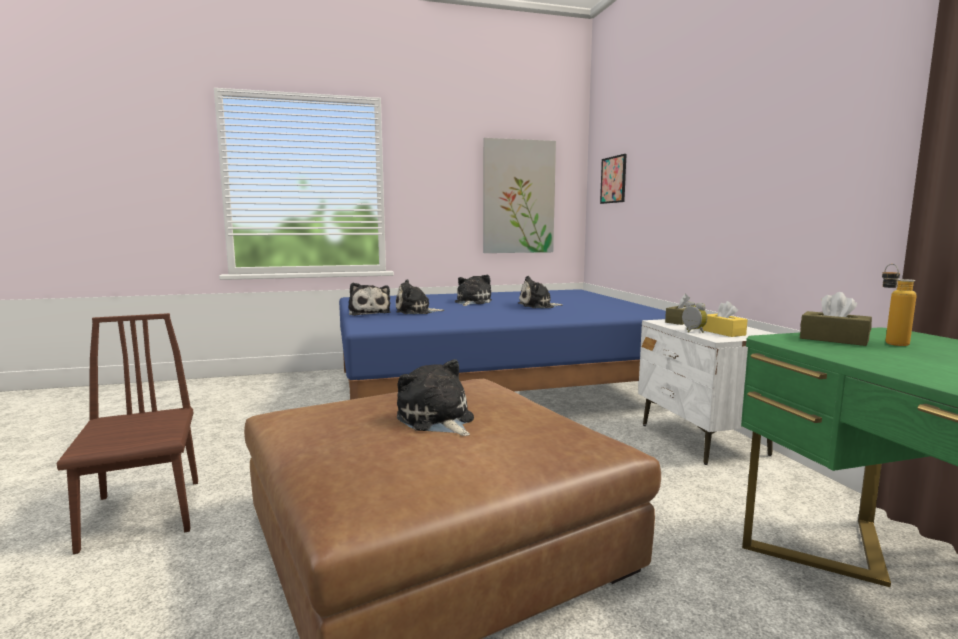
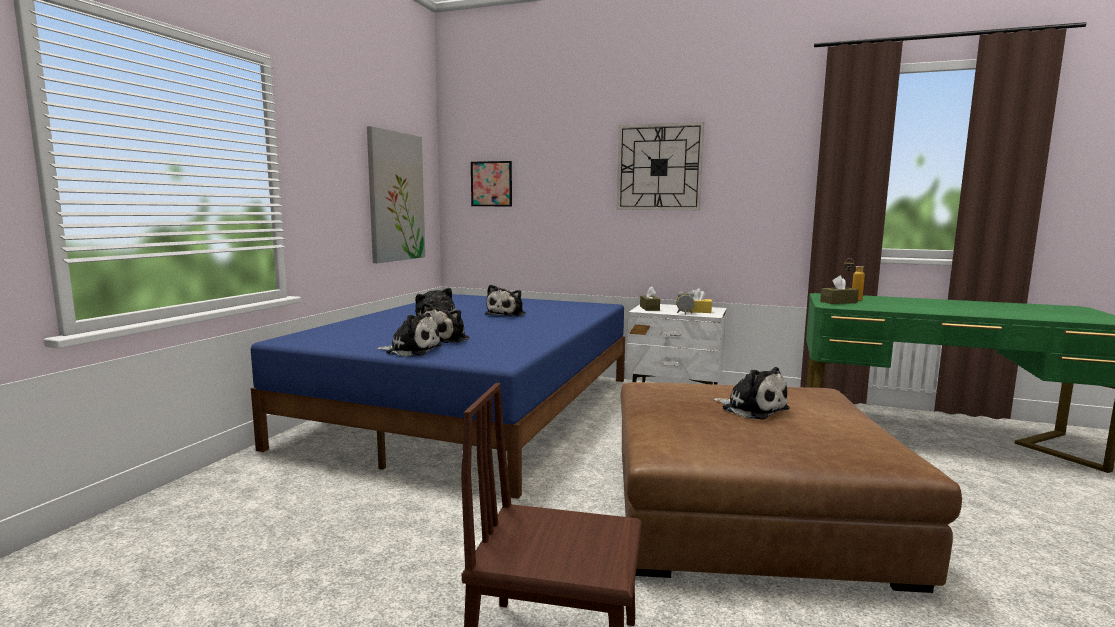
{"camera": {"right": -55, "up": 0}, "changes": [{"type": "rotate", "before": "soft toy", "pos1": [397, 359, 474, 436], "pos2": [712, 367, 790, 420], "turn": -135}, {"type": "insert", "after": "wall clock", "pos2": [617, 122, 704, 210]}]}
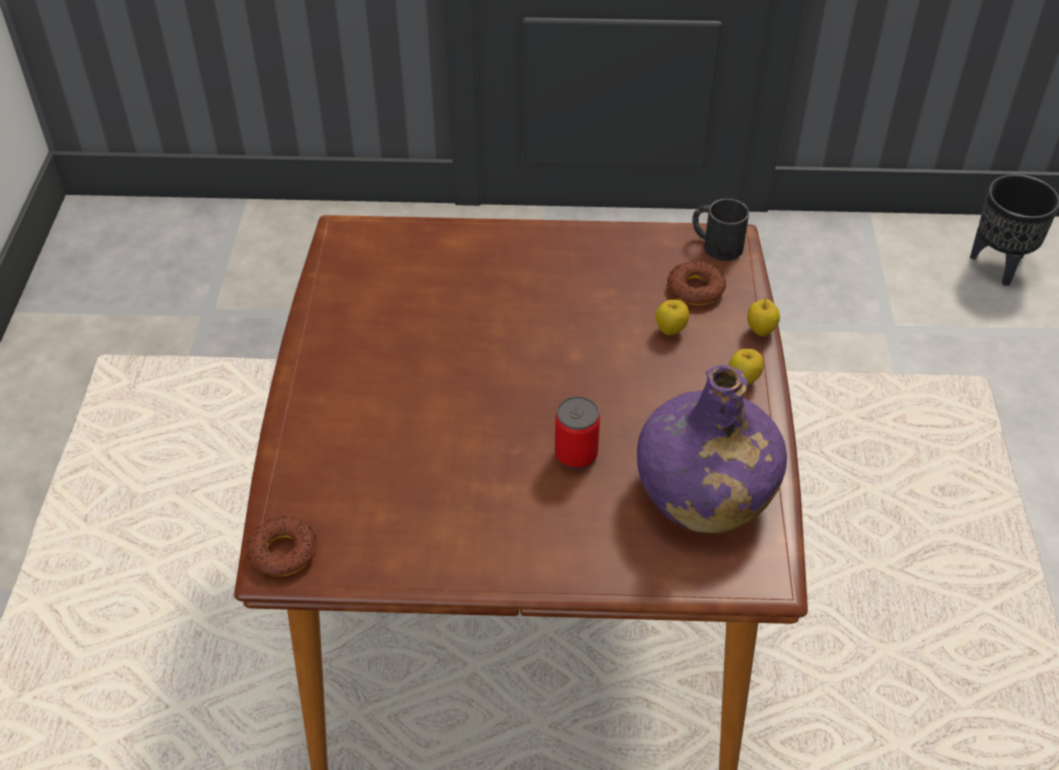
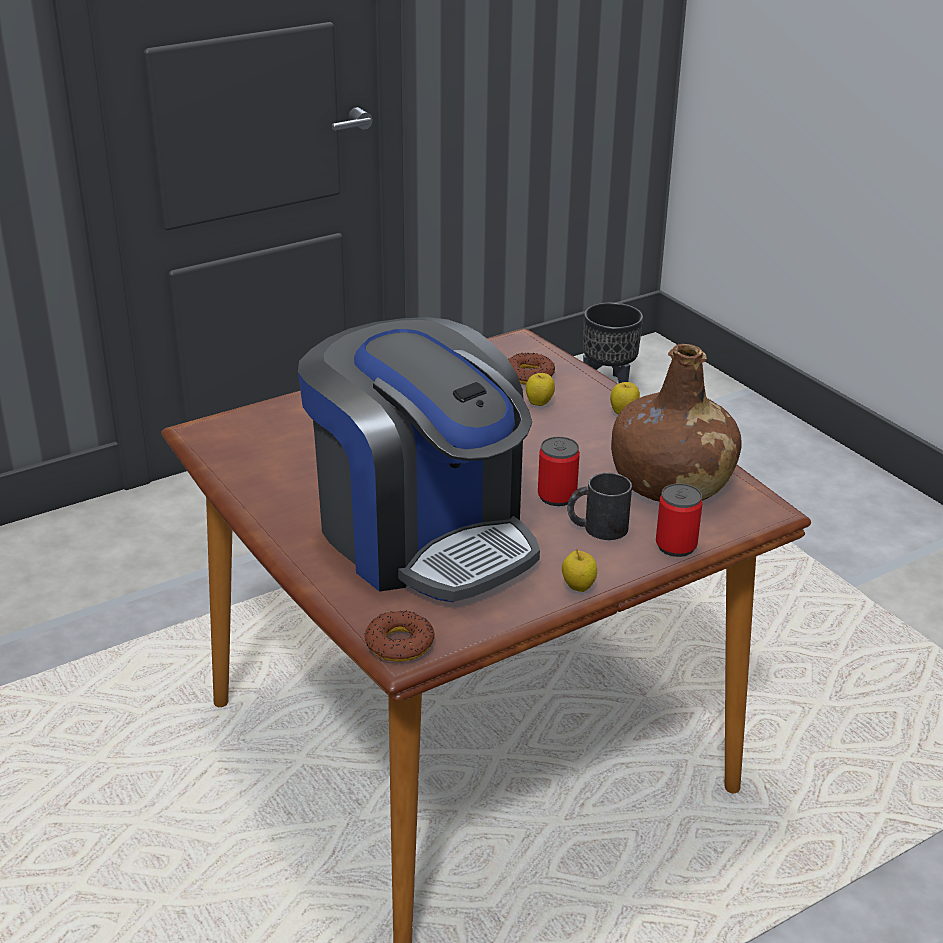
{"camera": {"right": -35, "up": -15}, "changes": [{"type": "move", "before": "tea mug (black)", "pos1": [692, 199, 749, 261], "pos2": [567, 473, 632, 540]}, {"type": "move", "before": "whole apple", "pos1": [747, 298, 780, 337], "pos2": [562, 548, 597, 592]}, {"type": "recolor", "before": "drink bottle (purplish)", "after": "drink bottle (brown-coloured)", "pos1": [637, 365, 787, 533], "pos2": [611, 344, 742, 502]}, {"type": "insert", "after": "coffee brewer", "pos2": [298, 317, 540, 602]}, {"type": "insert", "after": "metal can", "pos2": [656, 483, 703, 557]}]}
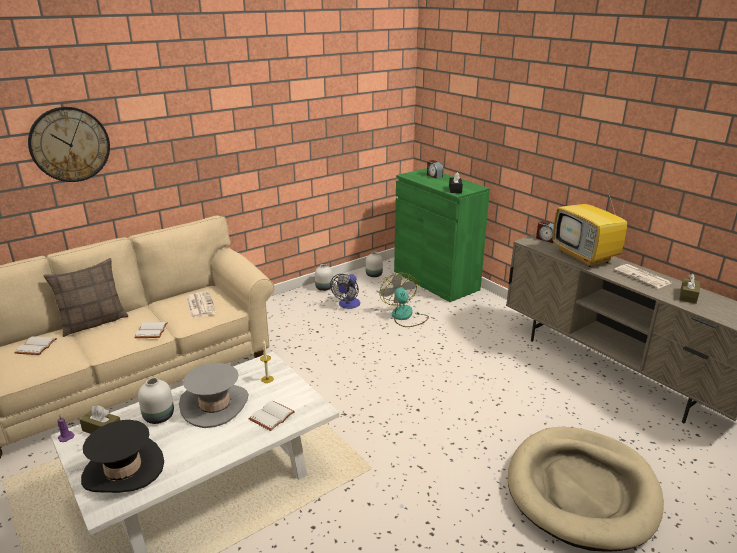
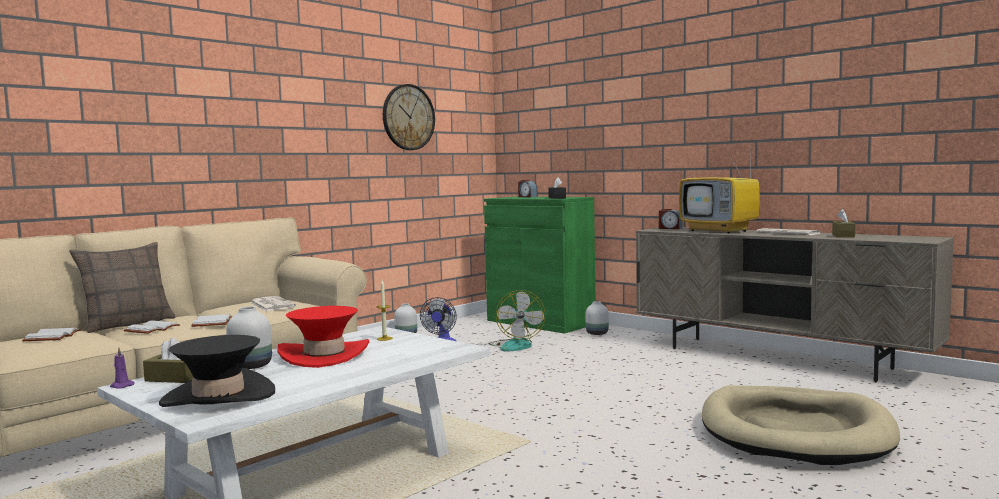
{"camera": {"right": -10, "up": -20}, "changes": [{"type": "move", "before": "wall clock", "pos1": [28, 107, 110, 182], "pos2": [383, 84, 435, 150]}, {"type": "move", "before": "decorative vase (white)", "pos1": [366, 252, 383, 277], "pos2": [585, 301, 609, 335]}, {"type": "rotate", "before": "electric fan", "pos1": [379, 273, 429, 327], "pos2": [489, 290, 545, 351], "turn": -150}, {"type": "recolor", "before": "clothing hat (greyish)", "after": "clothing hat (red-coloured)", "pos1": [179, 363, 249, 428], "pos2": [277, 306, 369, 368]}, {"type": "move", "before": "book (white)", "pos1": [249, 401, 295, 431], "pos2": [124, 321, 180, 334]}]}
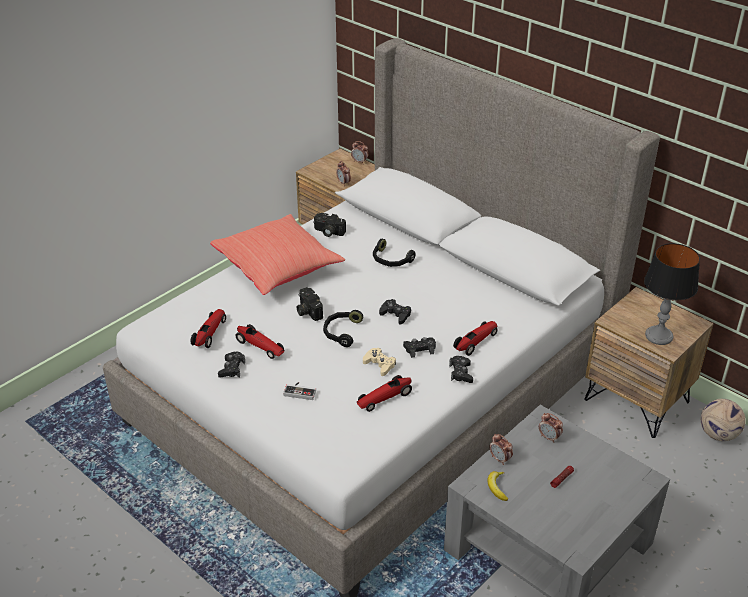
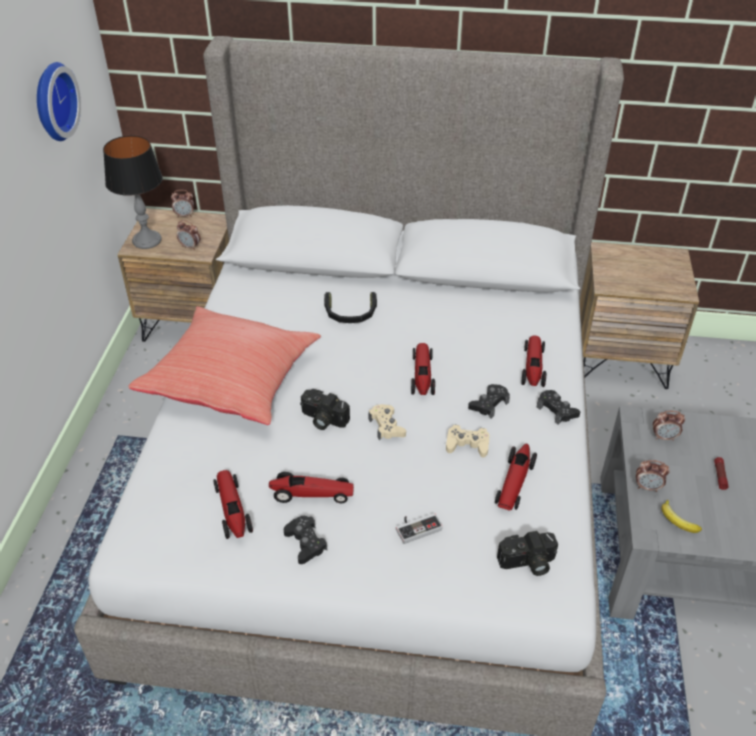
{"camera": {"right": -35, "up": 5}, "changes": [{"type": "move", "before": "photo camera", "pos1": [313, 213, 346, 237], "pos2": [497, 531, 558, 576]}, {"type": "move", "before": "lamp for a table", "pos1": [644, 243, 700, 345], "pos2": [103, 136, 163, 249]}, {"type": "replace", "before": "joypad (black)", "after": "model car", "pos1": [379, 299, 411, 325], "pos2": [411, 343, 435, 395]}, {"type": "replace", "before": "headset (black)", "after": "joypad (beige)", "pos1": [323, 310, 363, 347], "pos2": [368, 404, 406, 440]}, {"type": "delete", "before": "football", "pos1": [701, 399, 746, 441]}, {"type": "insert", "after": "wall clock", "pos2": [37, 62, 81, 141]}]}
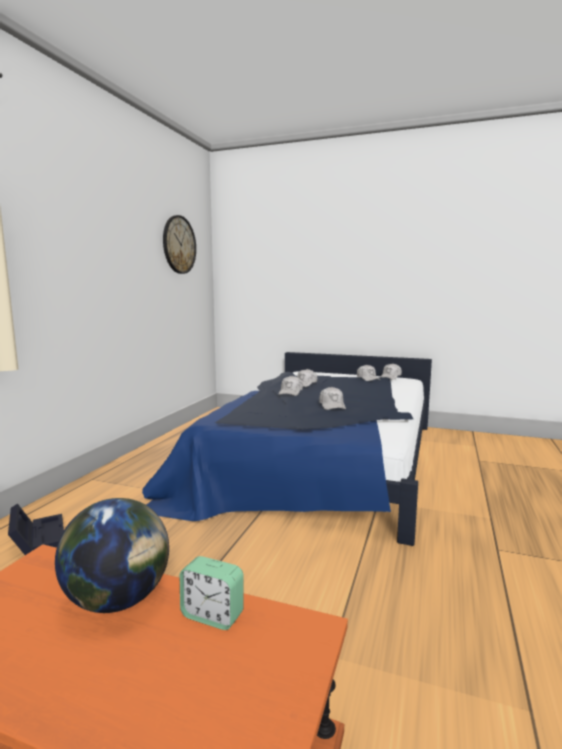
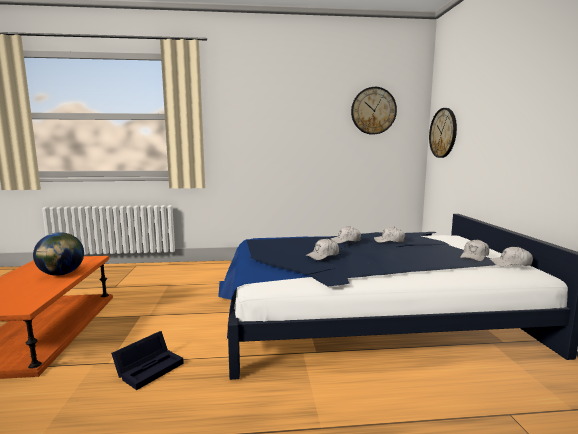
{"camera": {"right": 65, "up": 0}, "changes": [{"type": "move", "before": "storage container (black)", "pos1": [8, 504, 64, 555], "pos2": [111, 331, 184, 390]}, {"type": "delete", "before": "alarm clock", "pos1": [180, 556, 244, 630]}, {"type": "insert", "after": "wall clock", "pos2": [429, 108, 457, 158]}]}
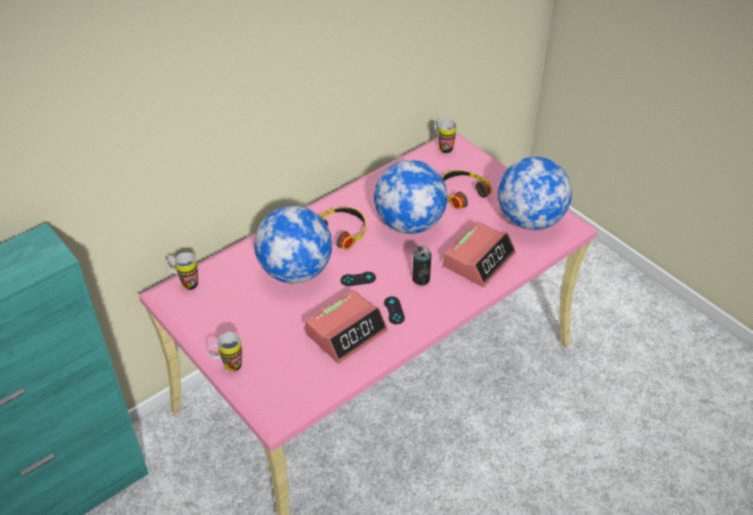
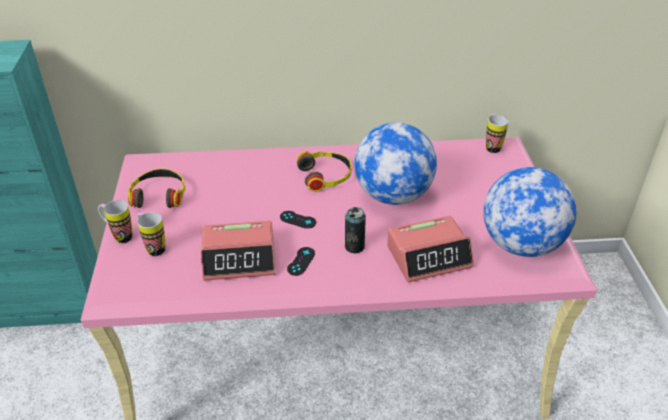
{"camera": {"right": 35, "up": -5}, "changes": [{"type": "move", "before": "headset", "pos1": [442, 170, 492, 209], "pos2": [128, 168, 186, 208]}, {"type": "delete", "before": "desk globe", "pos1": [254, 206, 332, 283]}, {"type": "move", "before": "tea mug", "pos1": [166, 252, 198, 290], "pos2": [137, 212, 165, 256]}]}
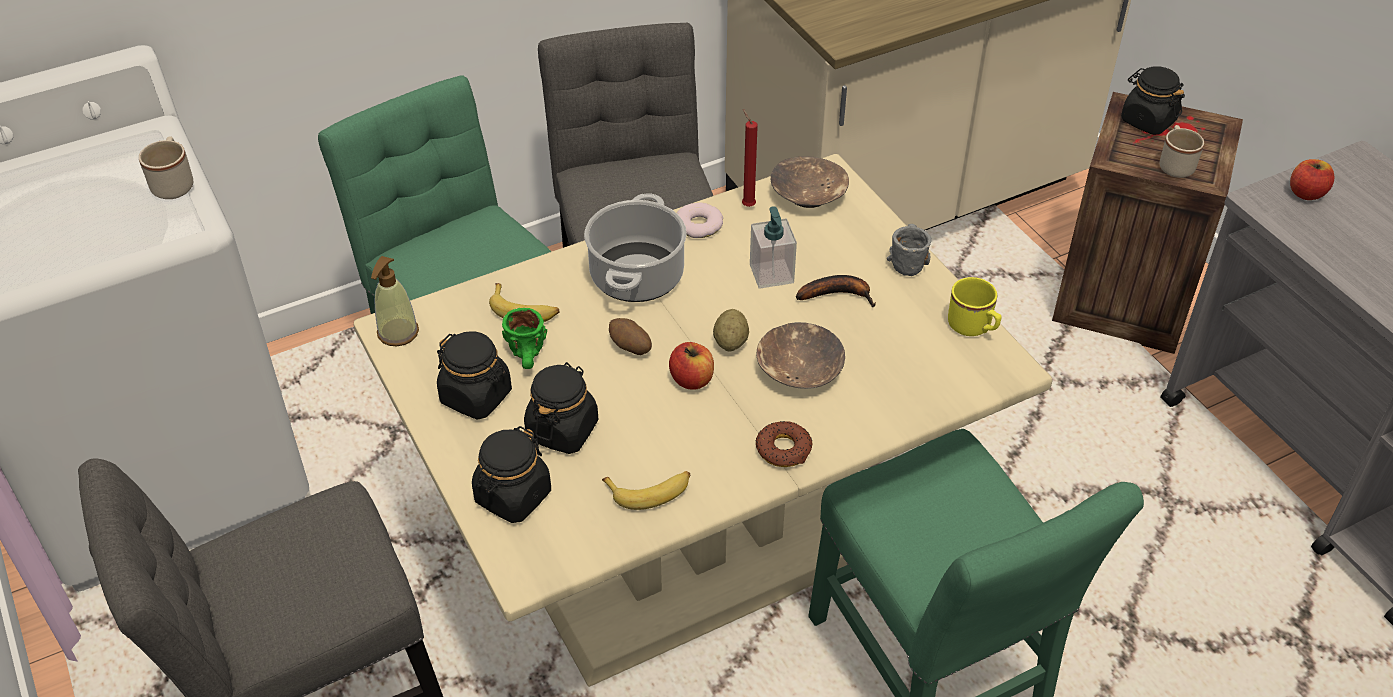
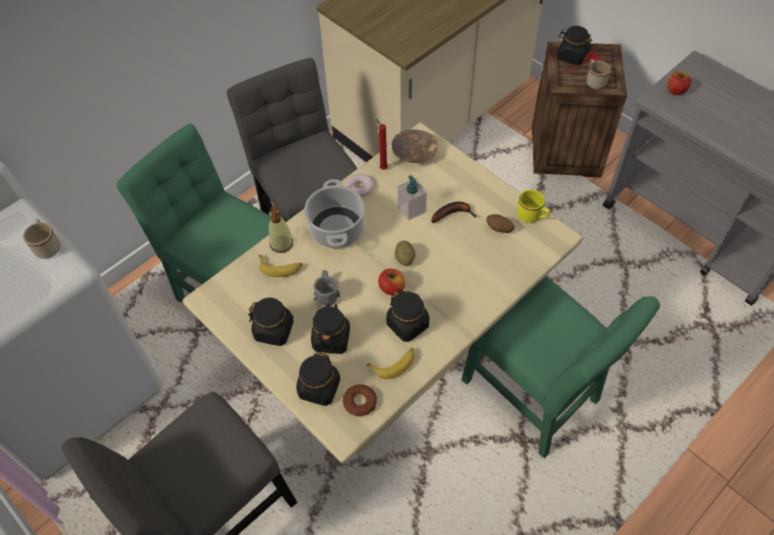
{"camera": {"right": -15, "up": 10}, "changes": [{"type": "move", "before": "tea mug (greyish)", "pos1": [887, 224, 932, 276], "pos2": [314, 270, 340, 306]}, {"type": "move", "before": "soap bottle", "pos1": [371, 256, 419, 347], "pos2": [269, 207, 293, 253]}, {"type": "delete", "before": "tea mug (green-coloured)", "pos1": [502, 308, 547, 369]}, {"type": "move", "before": "whole potato", "pos1": [609, 318, 652, 355], "pos2": [486, 214, 515, 233]}, {"type": "delete", "before": "serving bowl (brown-coloured)", "pos1": [757, 322, 845, 389]}, {"type": "move", "before": "doughnut", "pos1": [756, 421, 812, 467], "pos2": [343, 384, 377, 416]}, {"type": "insert", "after": "preserve jar (black)", "pos2": [386, 290, 429, 342]}]}
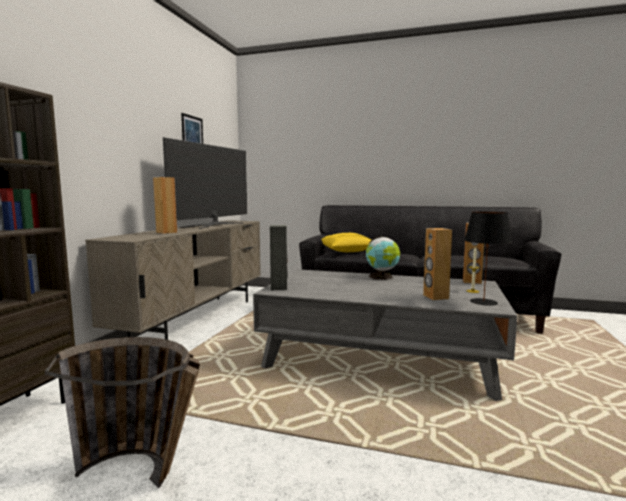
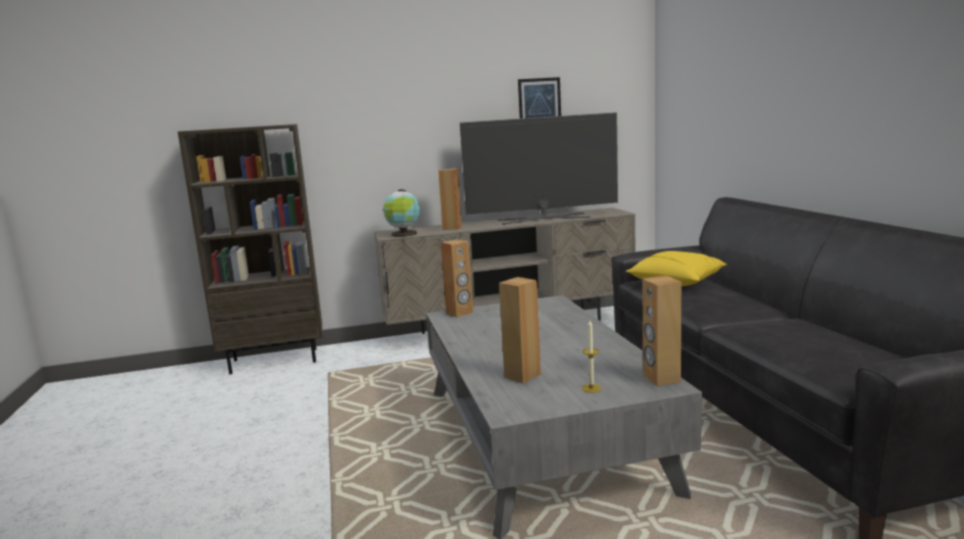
{"camera": {"right": 60, "up": 5}, "changes": [{"type": "delete", "before": "lamp for a table (black)", "pos1": [464, 211, 512, 306]}, {"type": "recolor", "before": "loudspeaker (greyish)", "after": "loudspeaker (brown-coloured)", "pos1": [270, 225, 288, 290], "pos2": [441, 239, 473, 317]}, {"type": "move", "before": "desk globe", "pos1": [366, 236, 400, 280], "pos2": [383, 190, 420, 237]}, {"type": "delete", "before": "household basket", "pos1": [45, 337, 200, 488]}]}
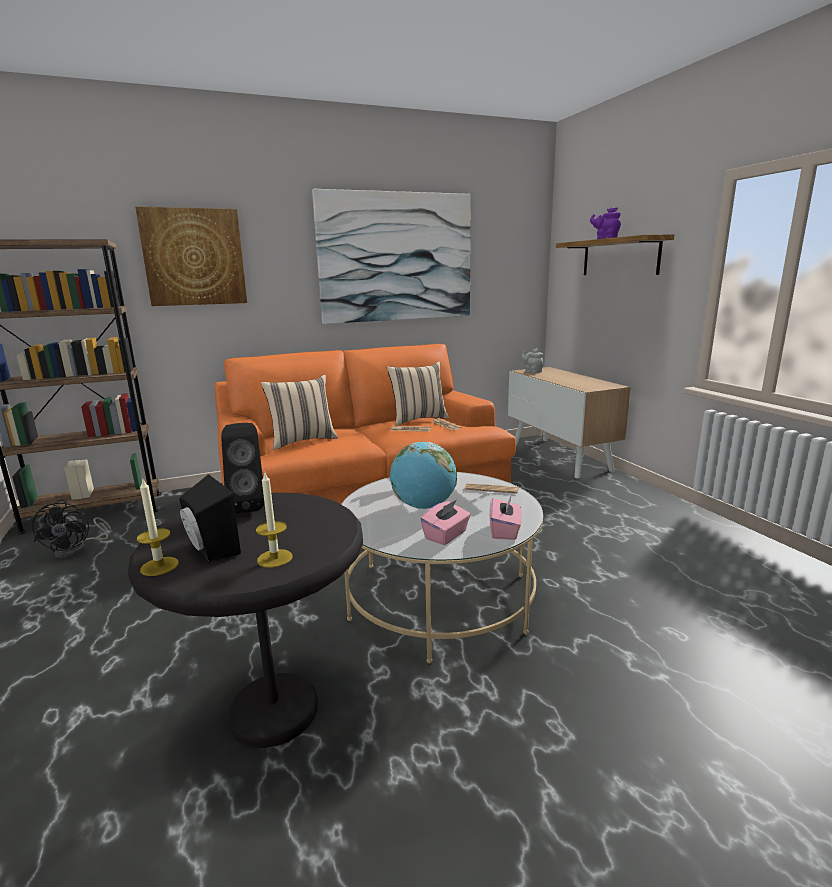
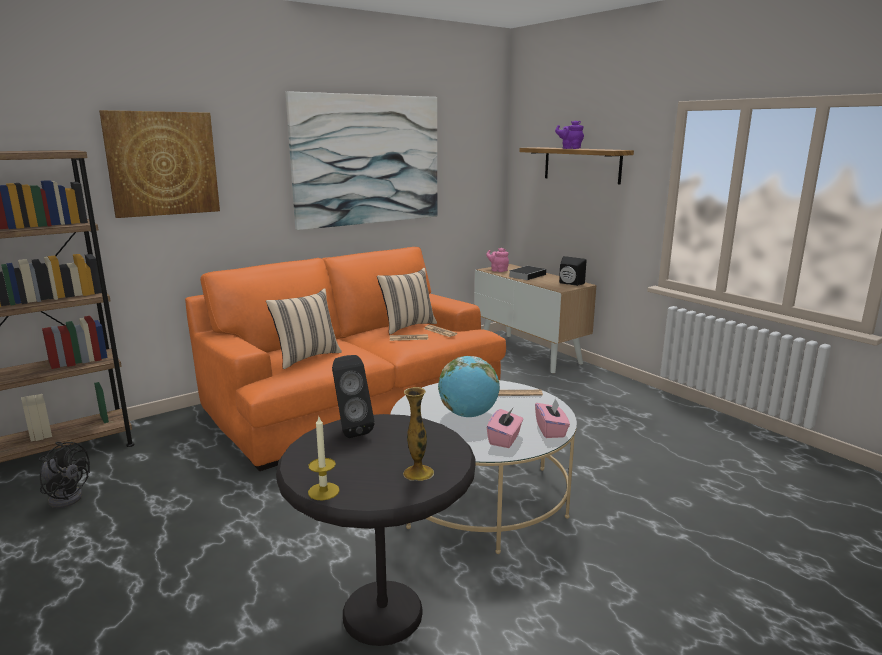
{"camera": {"right": -15, "up": 0}, "changes": [{"type": "recolor", "before": "pot for tea (greyish)", "after": "pot for tea (pinkish)", "pos1": [521, 349, 543, 373], "pos2": [486, 248, 509, 272]}, {"type": "replace", "before": "wax light", "after": "decorative vase", "pos1": [256, 473, 292, 568], "pos2": [403, 387, 434, 481]}, {"type": "move", "before": "loudspeaker (black)", "pos1": [179, 474, 241, 561], "pos2": [559, 256, 587, 286]}, {"type": "rotate", "before": "electric fan (black)", "pos1": [32, 500, 111, 559], "pos2": [39, 442, 90, 508], "turn": -45}, {"type": "insert", "after": "book", "pos2": [509, 266, 546, 280]}]}
